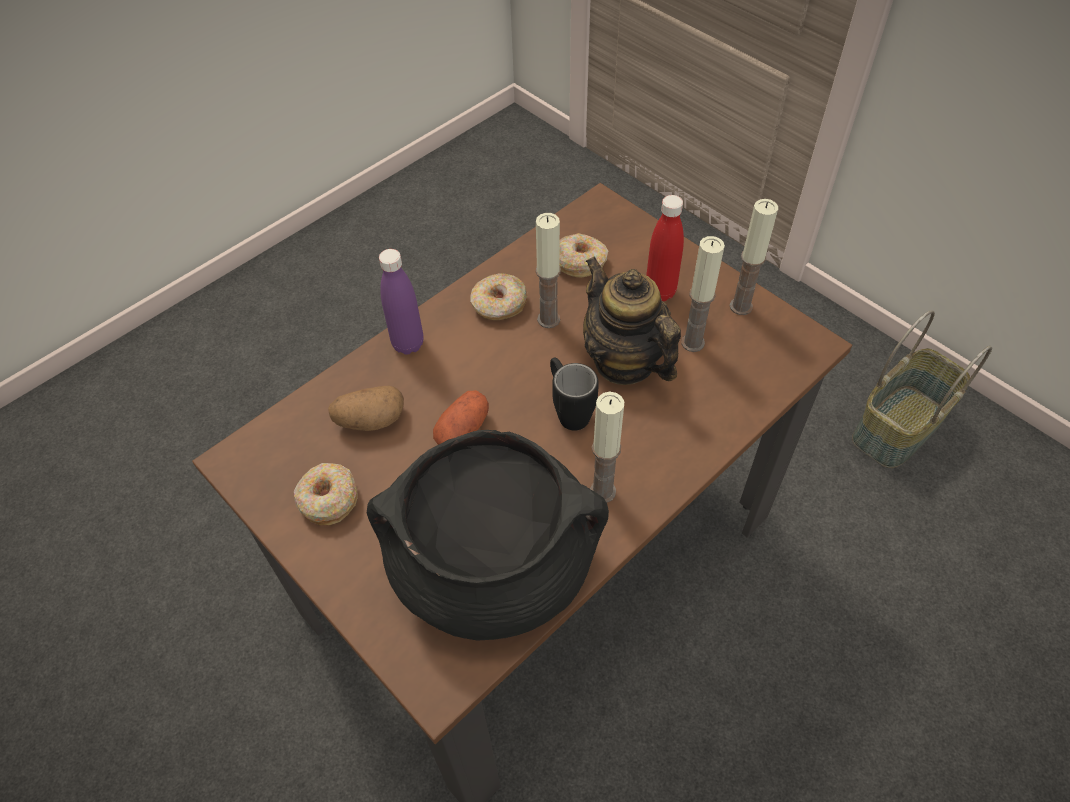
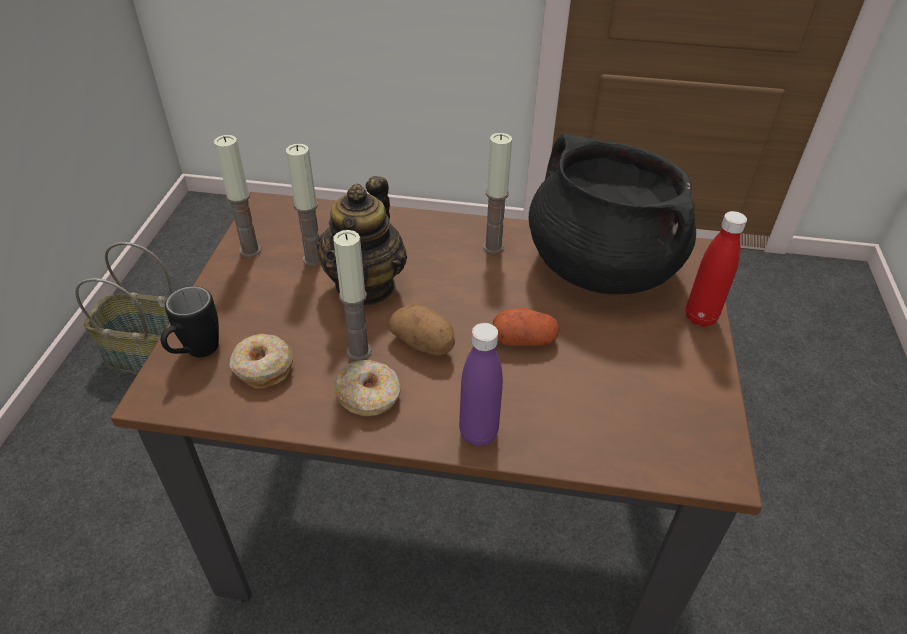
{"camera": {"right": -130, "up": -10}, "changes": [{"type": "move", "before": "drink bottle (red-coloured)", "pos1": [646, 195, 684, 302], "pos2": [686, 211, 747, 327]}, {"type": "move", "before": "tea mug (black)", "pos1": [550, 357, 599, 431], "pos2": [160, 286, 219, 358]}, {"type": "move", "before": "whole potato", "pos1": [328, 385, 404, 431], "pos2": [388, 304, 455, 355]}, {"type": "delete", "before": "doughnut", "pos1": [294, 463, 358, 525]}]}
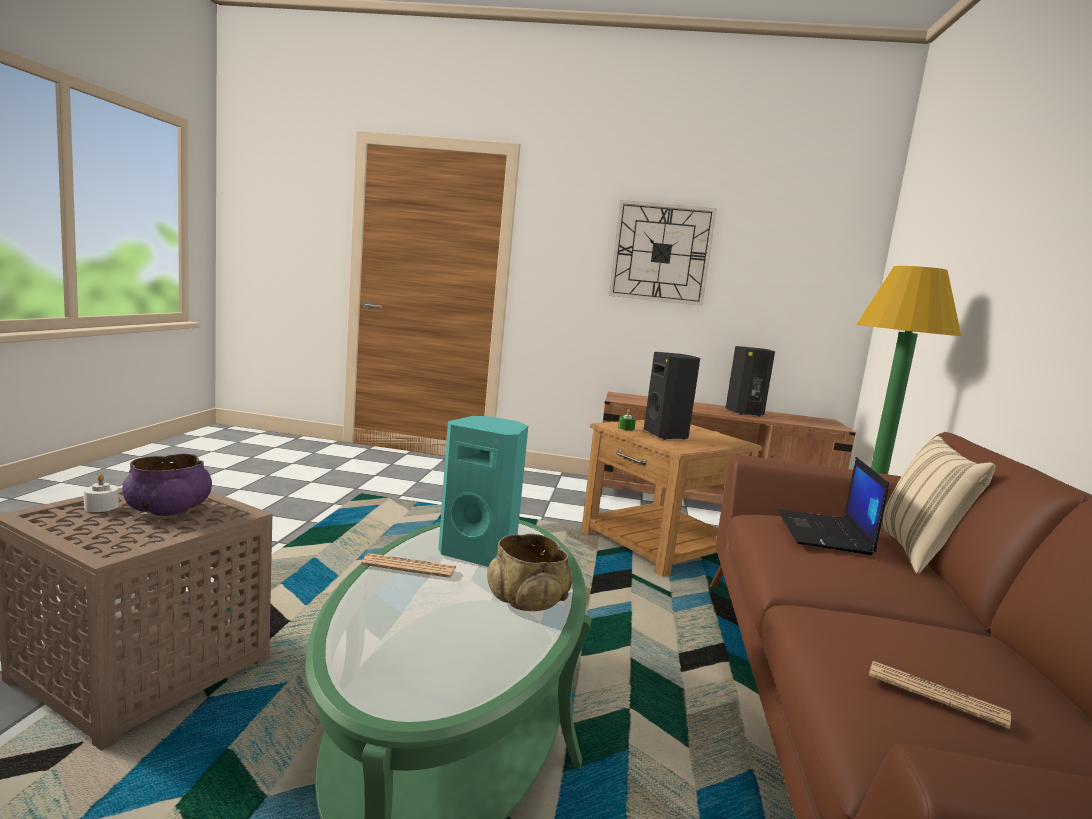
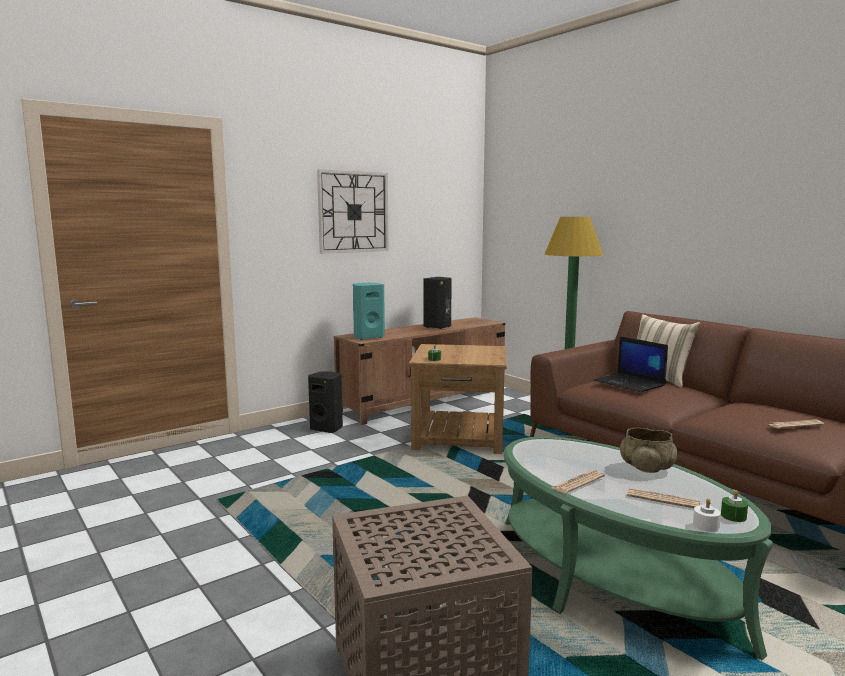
{"camera": {"right": -45, "up": 0}, "changes": [{"type": "move", "before": "loudspeaker (black)", "pos1": [644, 352, 700, 440], "pos2": [308, 371, 343, 433]}, {"type": "move", "before": "loudspeaker (turquoise)", "pos1": [438, 416, 528, 567], "pos2": [353, 283, 385, 340]}, {"type": "delete", "before": "serving bowl (purplish)", "pos1": [122, 454, 212, 516]}, {"type": "move", "before": "wax light (white)", "pos1": [84, 474, 119, 512], "pos2": [693, 499, 721, 532]}, {"type": "insert", "after": "newspaper", "pos2": [627, 488, 700, 508]}, {"type": "insert", "after": "wax light (green-coloured)", "pos2": [721, 490, 748, 522]}]}
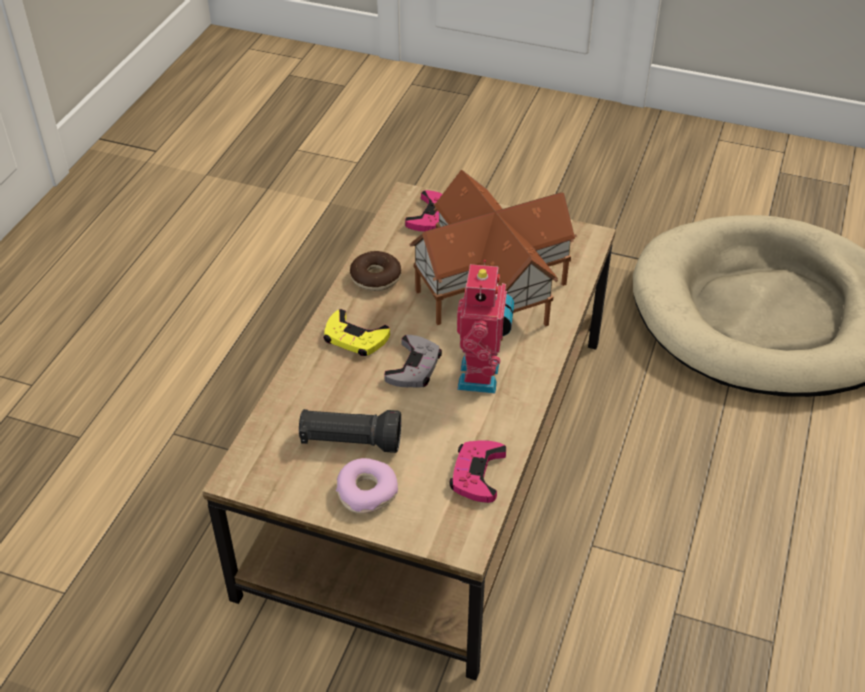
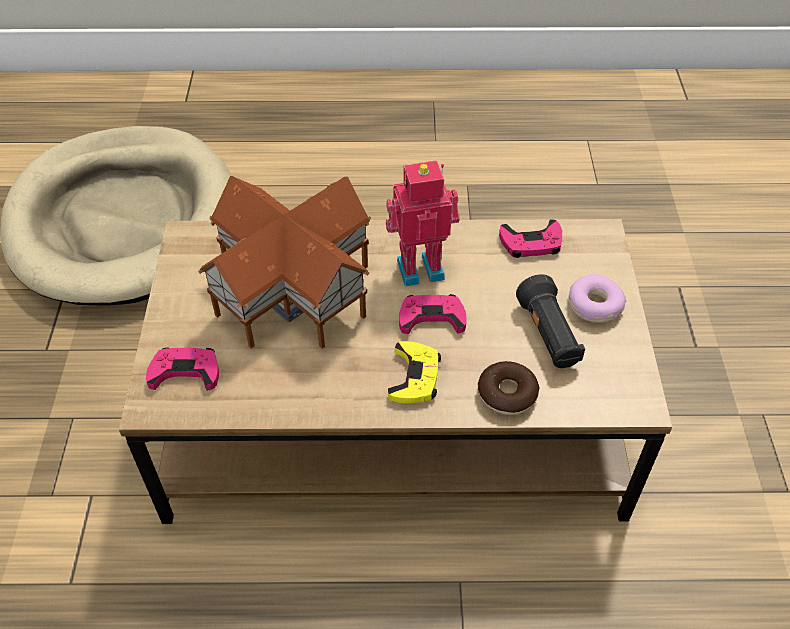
{"camera": {"right": -110, "up": 5}, "changes": [{"type": "move", "before": "doughnut", "pos1": [350, 251, 401, 291], "pos2": [478, 361, 539, 415]}, {"type": "recolor", "before": "joypad (greyish)", "after": "joypad (pinkish)", "pos1": [384, 335, 442, 388], "pos2": [399, 294, 467, 334]}]}
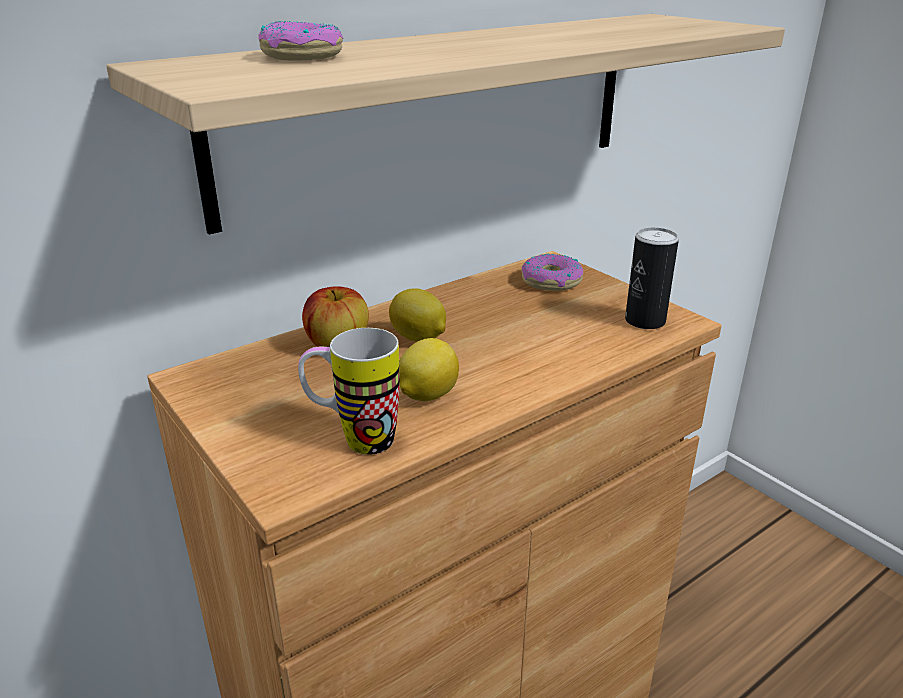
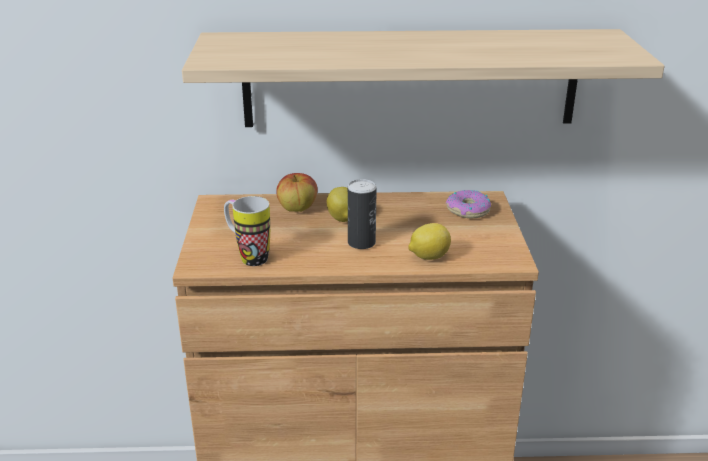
{"camera": {"right": 35, "up": 0}, "changes": [{"type": "delete", "before": "doughnut", "pos1": [258, 21, 343, 61]}, {"type": "move", "before": "metal can", "pos1": [625, 228, 679, 329], "pos2": [348, 179, 377, 249]}, {"type": "move", "before": "citrus fruit", "pos1": [399, 338, 459, 401], "pos2": [408, 223, 451, 260]}]}
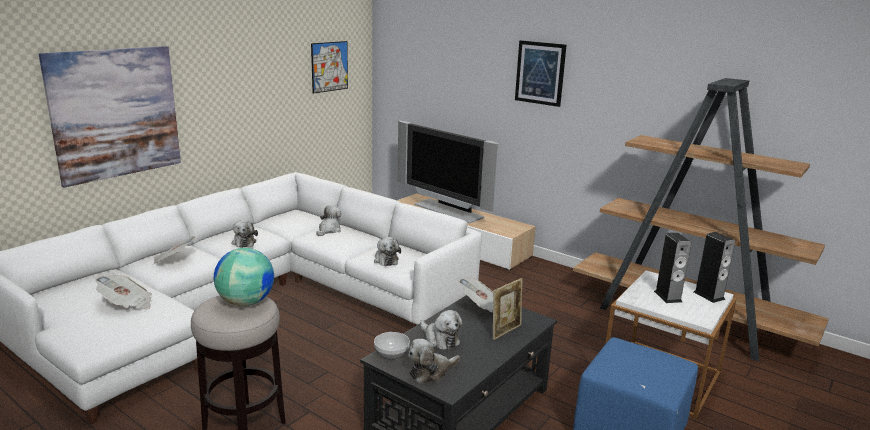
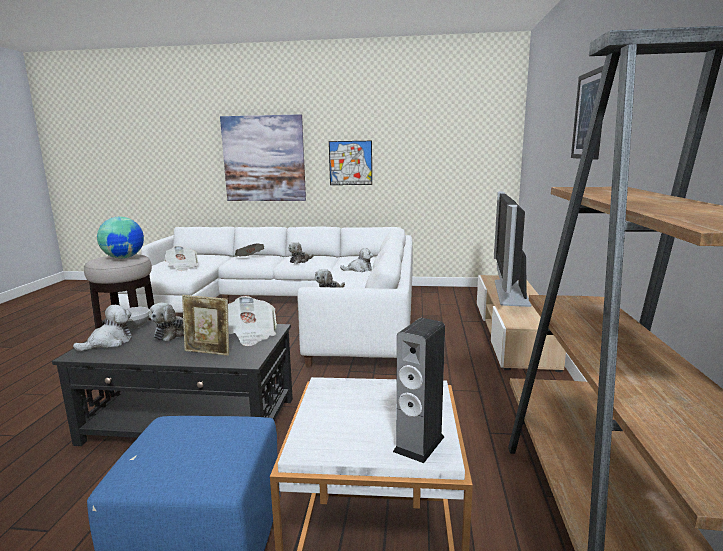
{"camera": {"right": 60, "up": -5}, "changes": [{"type": "move", "before": "wall picture", "pos1": [311, 41, 348, 94], "pos2": [329, 141, 372, 185]}, {"type": "delete", "before": "loudspeaker", "pos1": [654, 233, 691, 303]}, {"type": "rotate", "before": "soft toy", "pos1": [408, 339, 460, 384], "pos2": [73, 305, 132, 351], "turn": 105}]}
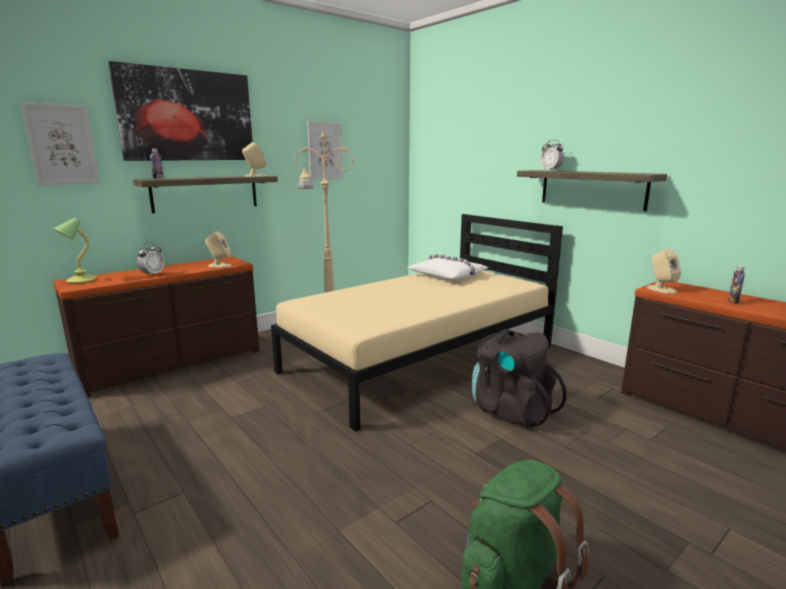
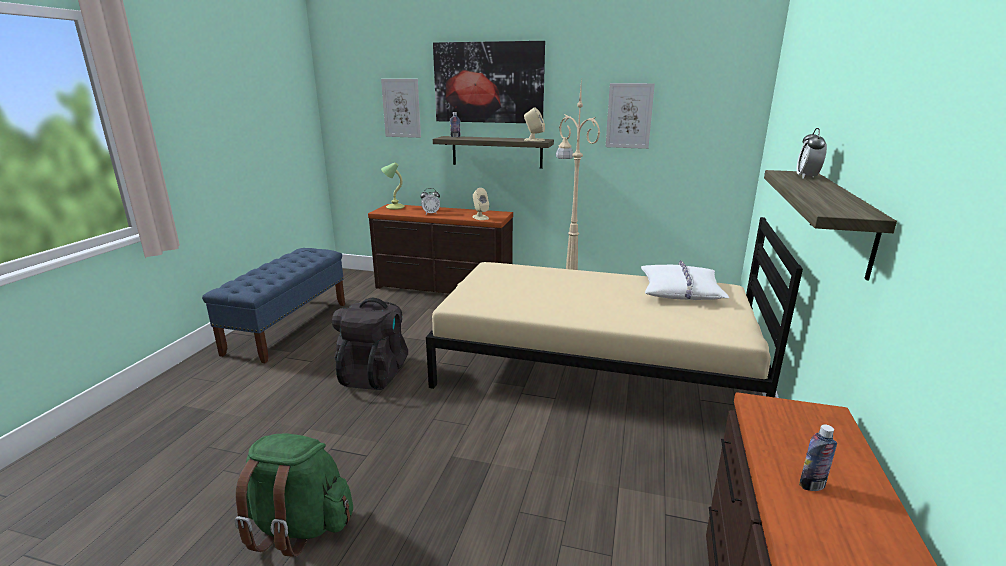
{"camera": {"right": 55, "up": 5}, "changes": [{"type": "delete", "before": "loudspeaker (beige)", "pos1": [647, 249, 681, 294]}, {"type": "move", "before": "rucksack (black)", "pos1": [472, 329, 567, 429], "pos2": [332, 298, 408, 390]}]}
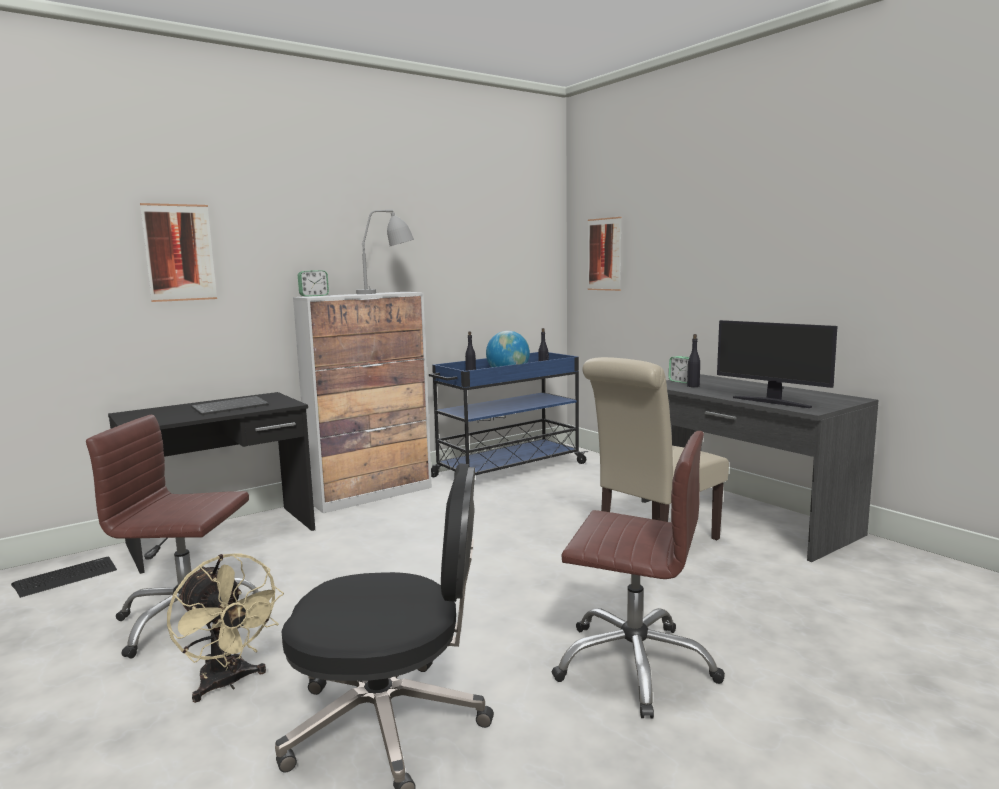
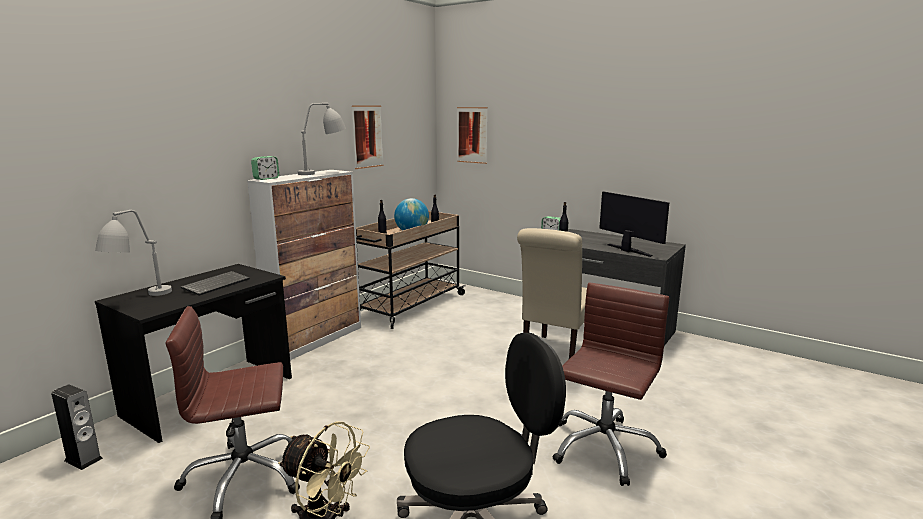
{"camera": {"right": -20, "up": 5}, "changes": [{"type": "move", "before": "wall picture", "pos1": [140, 203, 217, 302], "pos2": [352, 105, 383, 169]}, {"type": "rotate", "before": "monitor", "pos1": [717, 320, 838, 408], "pos2": [599, 191, 669, 257], "turn": -150}, {"type": "recolor", "before": "wheeled cart (blue)", "after": "wheeled cart (beige)", "pos1": [429, 352, 588, 477], "pos2": [356, 211, 466, 329]}, {"type": "rotate", "before": "office chair (brown-coloured)", "pos1": [552, 431, 725, 718], "pos2": [553, 283, 669, 486], "turn": -60}, {"type": "replace", "before": "PC keyboard", "after": "loudspeaker", "pos1": [11, 557, 117, 598], "pos2": [51, 384, 103, 470]}, {"type": "insert", "after": "lamp for a table (greyish)", "pos2": [95, 210, 172, 296]}]}
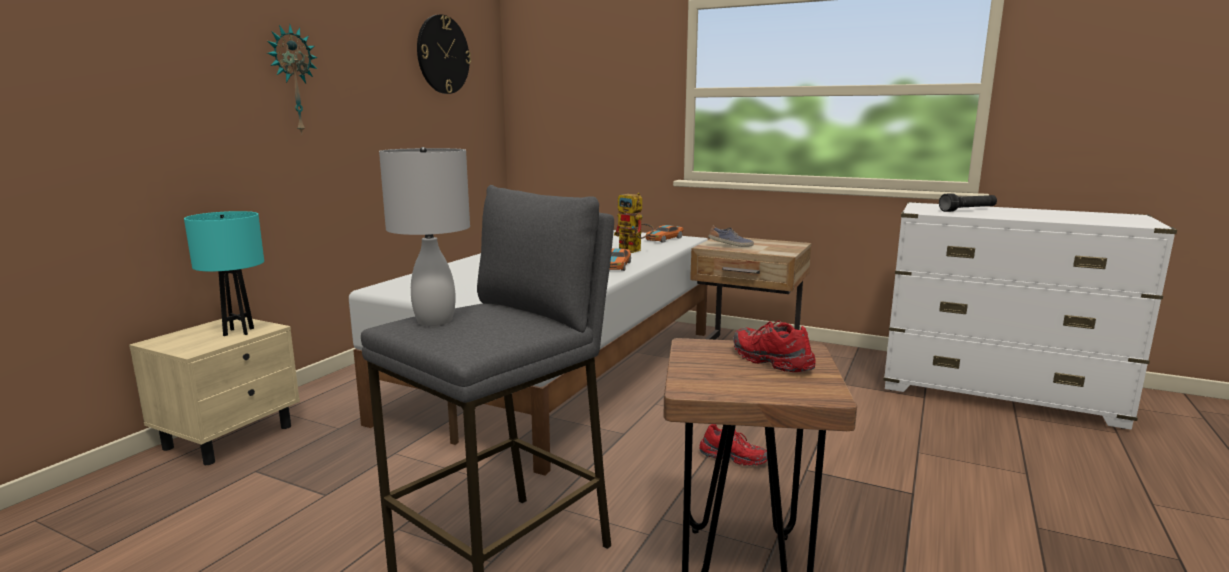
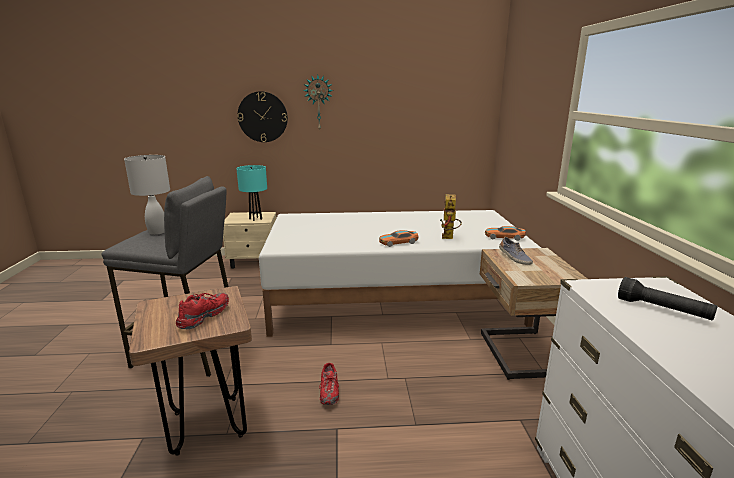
{"camera": {"right": 60, "up": 5}, "changes": [{"type": "move", "before": "wall clock", "pos1": [417, 14, 471, 94], "pos2": [238, 91, 288, 142]}]}
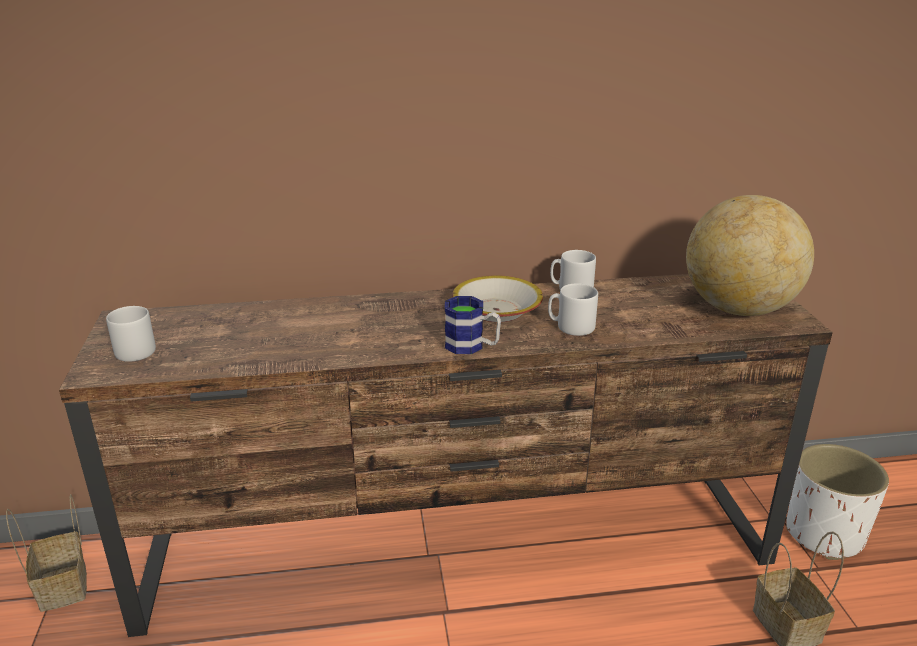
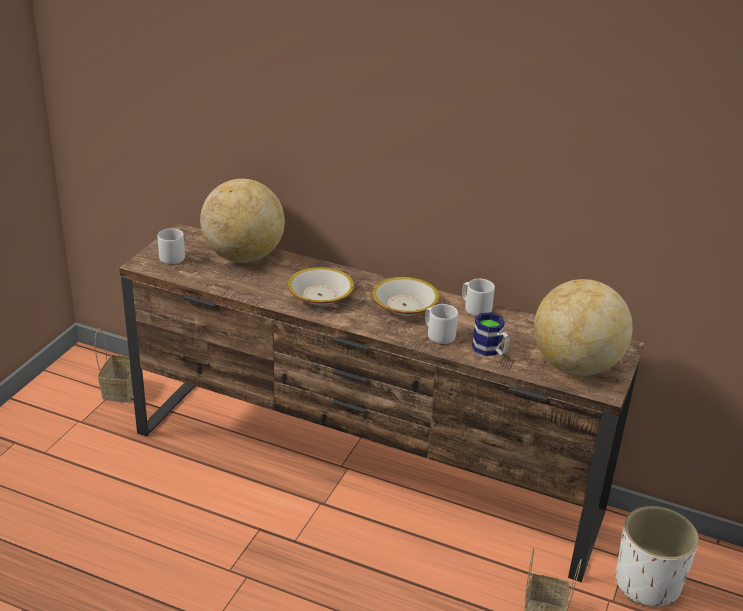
{"camera": {"right": 30, "up": 5}, "changes": [{"type": "move", "before": "tea mug", "pos1": [445, 296, 501, 354], "pos2": [472, 312, 509, 356]}, {"type": "insert", "after": "desk globe", "pos2": [200, 179, 285, 263]}, {"type": "insert", "after": "serving bowl", "pos2": [288, 267, 354, 306]}]}
